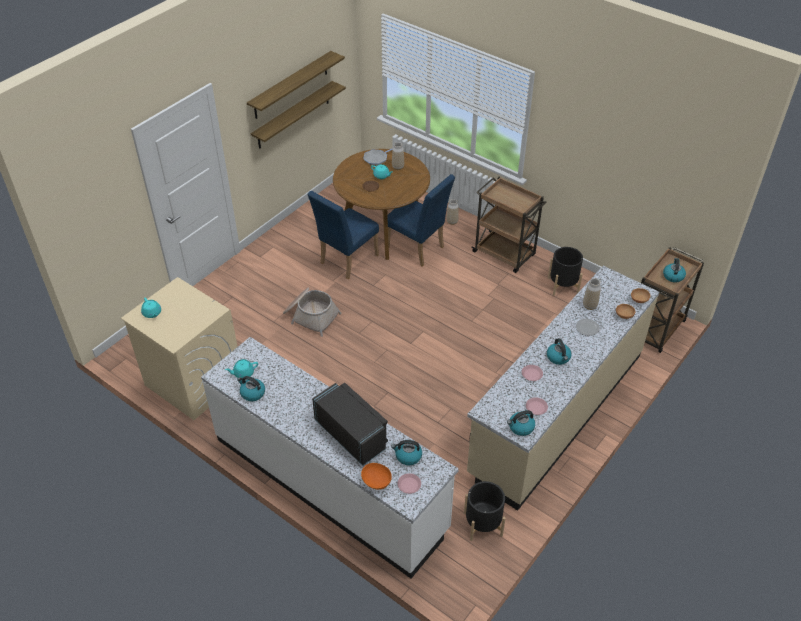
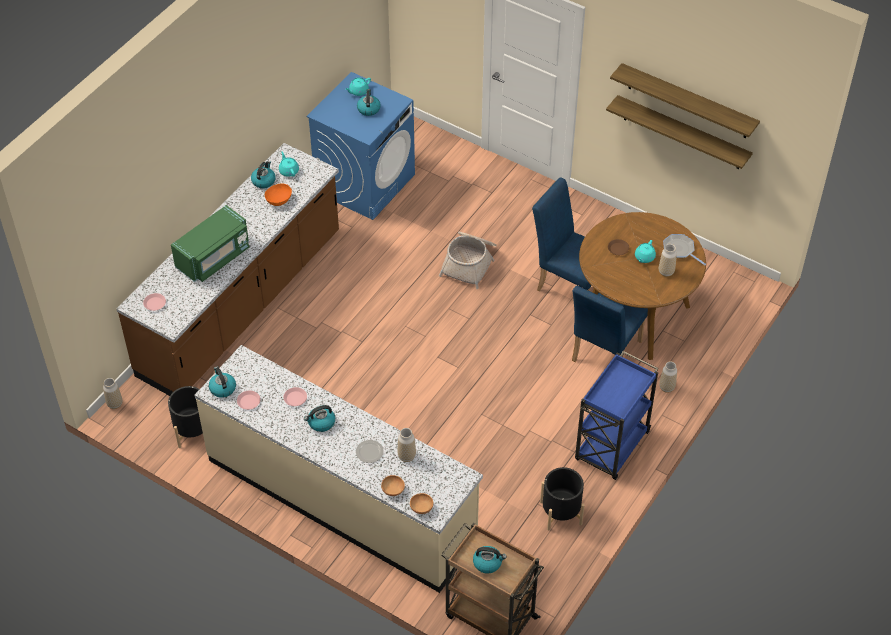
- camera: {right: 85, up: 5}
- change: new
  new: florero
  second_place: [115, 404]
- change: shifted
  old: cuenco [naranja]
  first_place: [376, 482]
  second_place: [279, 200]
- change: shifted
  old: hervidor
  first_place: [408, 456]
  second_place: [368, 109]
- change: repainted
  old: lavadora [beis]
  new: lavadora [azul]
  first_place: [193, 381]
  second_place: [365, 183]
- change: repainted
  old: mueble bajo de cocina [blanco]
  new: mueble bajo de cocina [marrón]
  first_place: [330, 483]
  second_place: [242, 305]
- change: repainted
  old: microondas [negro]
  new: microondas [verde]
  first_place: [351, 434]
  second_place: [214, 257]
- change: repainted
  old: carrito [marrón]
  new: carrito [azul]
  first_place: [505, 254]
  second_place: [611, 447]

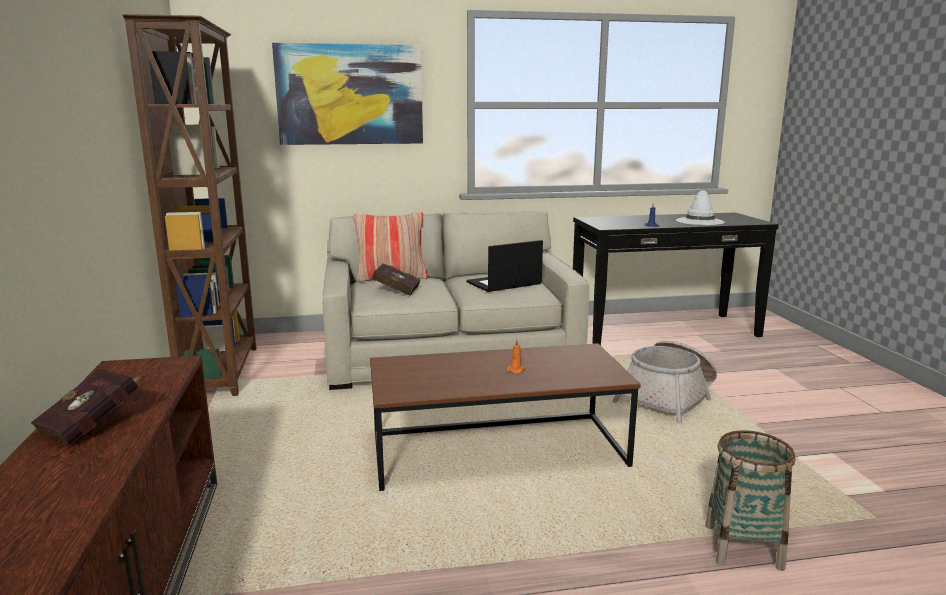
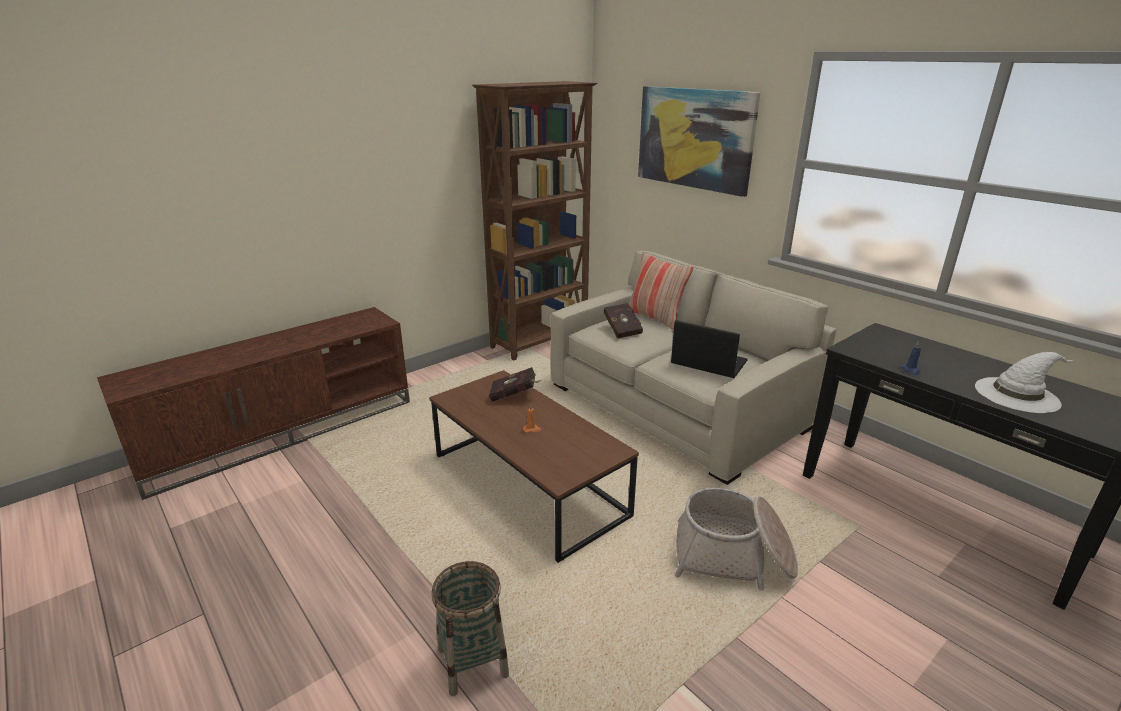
- camera: {right: 60, up: 10}
- change: shifted
  old: libro [rojo]
  first_place: [95, 425]
  second_place: [515, 396]

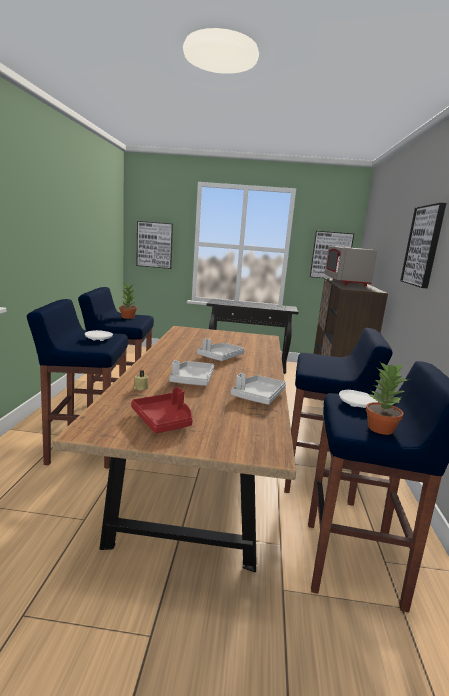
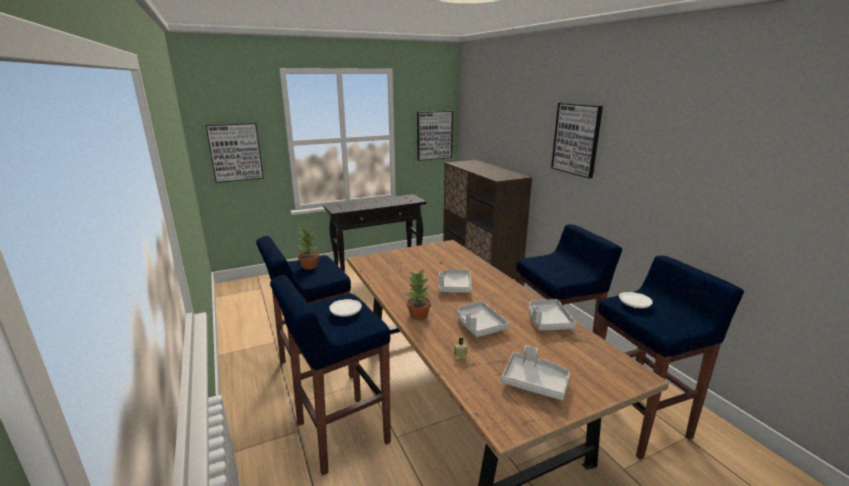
- camera: {right: -30, up: 5}
- change: gone
  old: microondas [gris]
  first_place: [345, 282]
- change: shifted
  old: planta en maceta
  first_place: [379, 428]
  second_place: [418, 315]
- change: repainted
  old: bandeja [rojo]
  new: bandeja [gris]
  first_place: [164, 420]
  second_place: [534, 382]

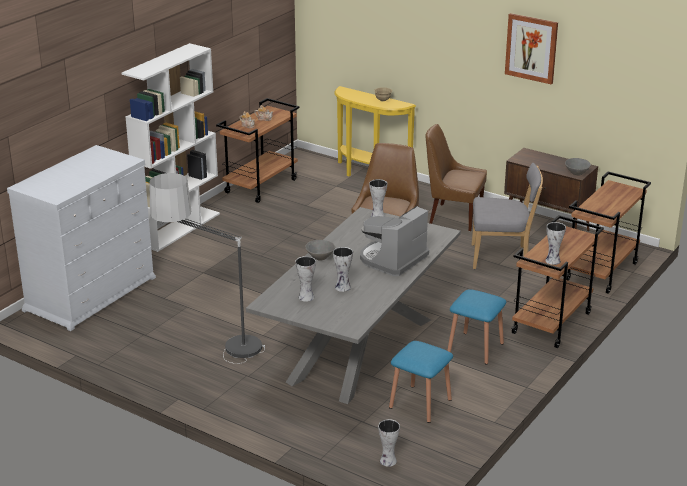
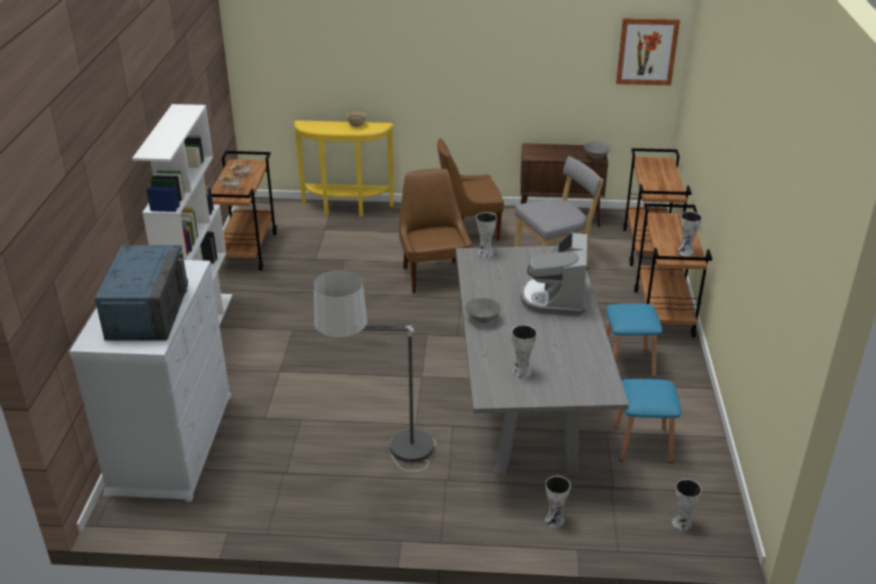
- camera: {right: -30, up: 5}
- change: new
  new: microondas [azul]
  second_place: [147, 311]
- change: shifted
  old: florero
  first_place: [343, 287]
  second_place: [555, 520]
- change: shifted
  old: cuadro
  first_place: [531, 48]
  second_place: [647, 51]

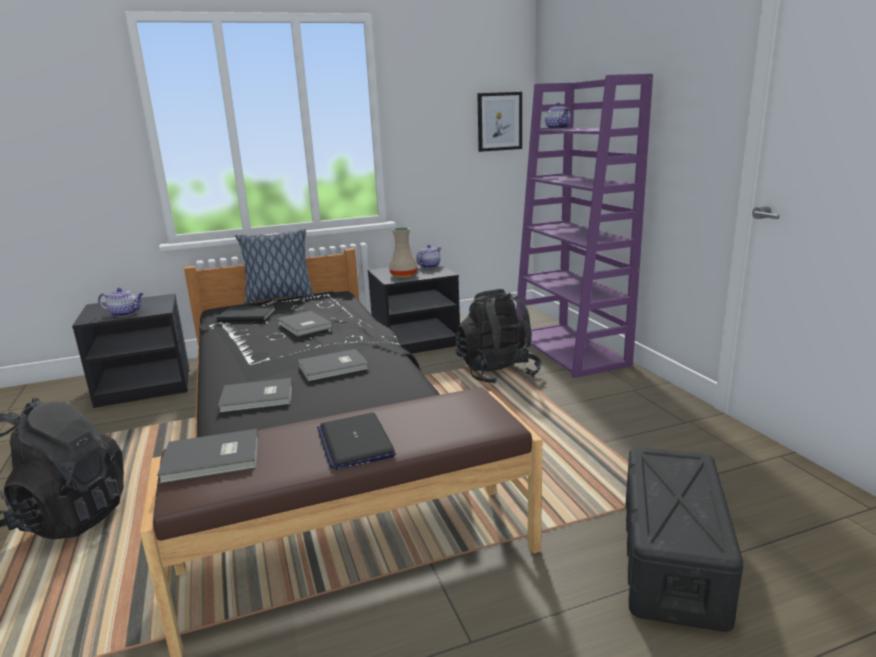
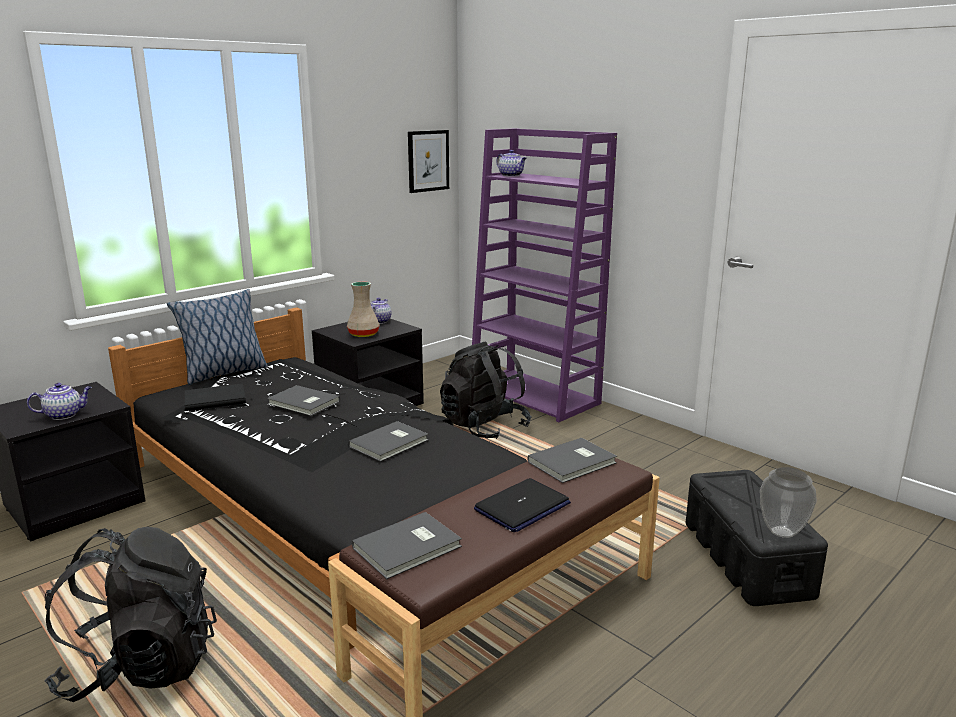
- camera: {right: -25, up: 0}
- change: new
  new: florero
  second_place: [782, 531]
- change: shifted
  old: libro [gris]
  first_place: [258, 398]
  second_place: [574, 463]
- change: rotated
  old: portátil
  first_place: [355, 442]
  second_place: [522, 507]
  degrees: -90

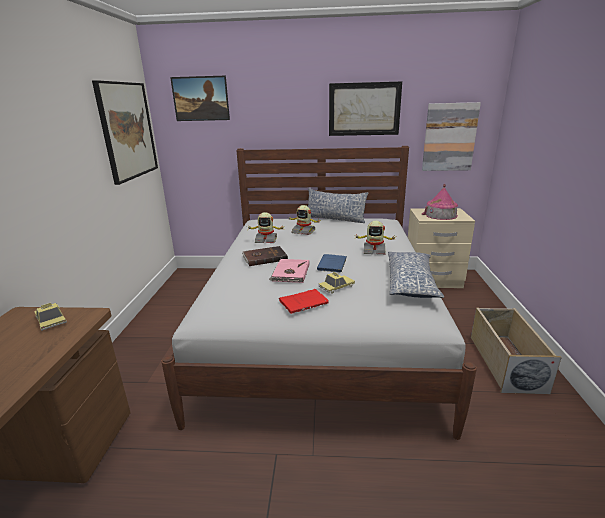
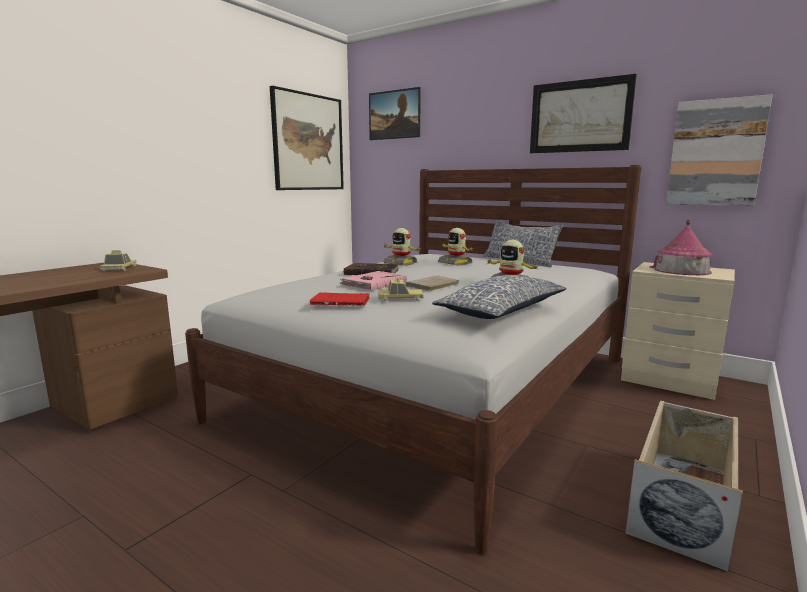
- camera: {right: 30, up: -10}
- change: repainted
  old: libro [azul]
  new: libro [beis]
  first_place: [332, 265]
  second_place: [431, 285]

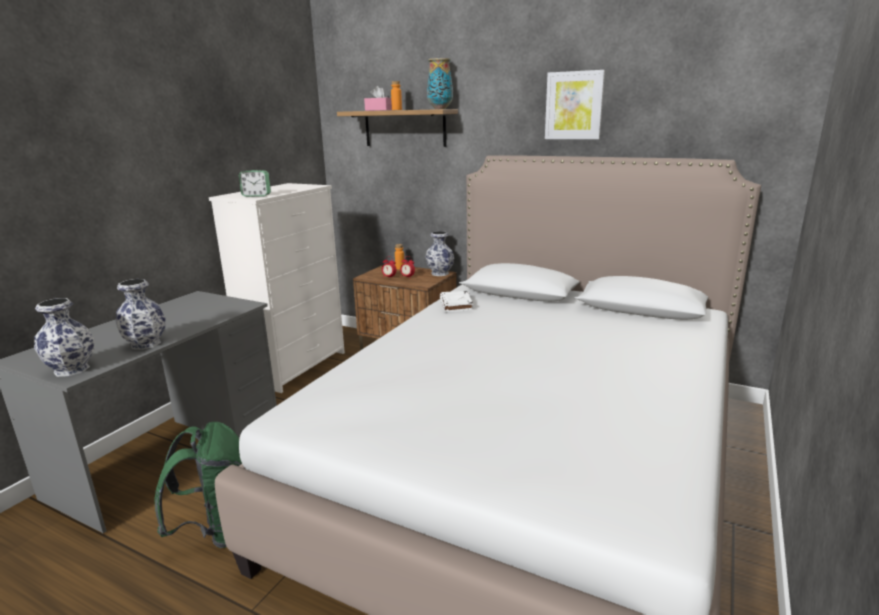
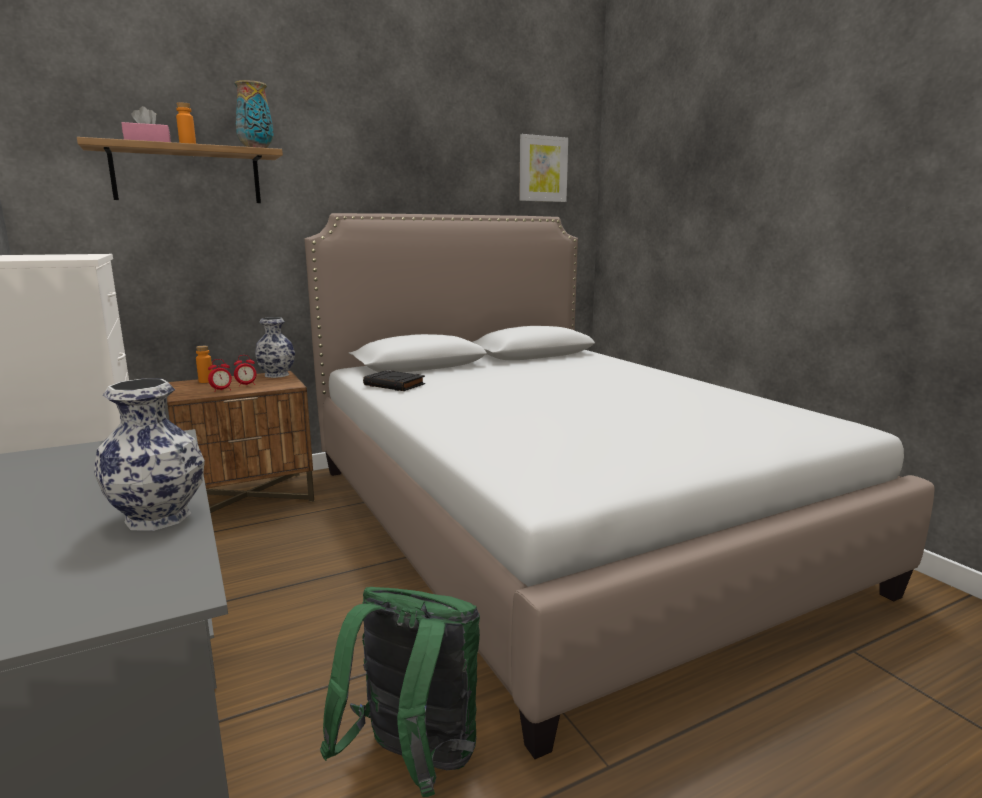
- camera: {right: -55, up: -5}
- change: gone
  old: florero
  first_place: [73, 369]
- change: gone
  old: despertador
  first_place: [256, 195]
- change: shifted
  old: cuadro
  first_place: [574, 105]
  second_place: [542, 169]
- change: repainted
  old: libro [blanco]
  new: libro [negro]
  first_place: [456, 305]
  second_place: [395, 385]

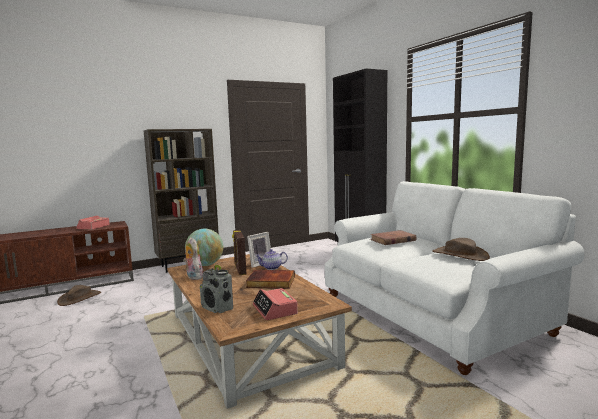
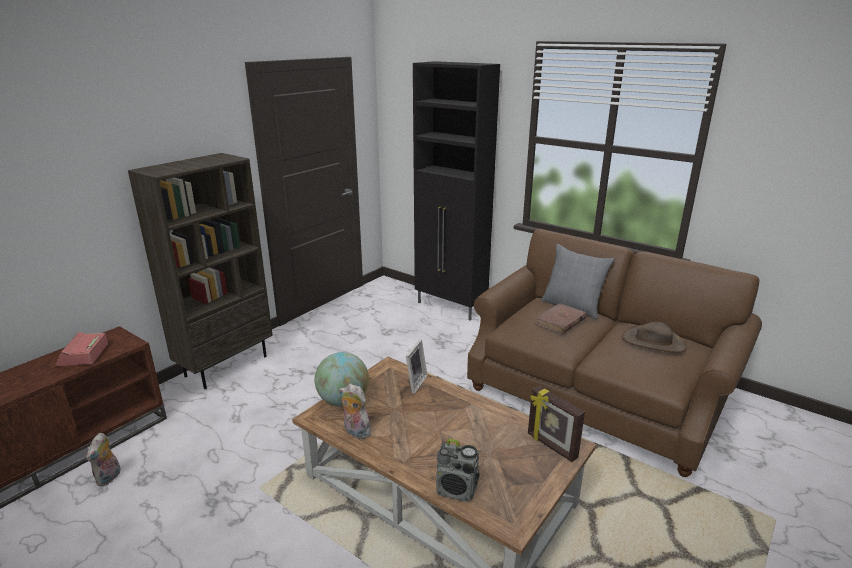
- camera: {right: -25, up: 15}
- change: gone
  old: libro
  first_place: [270, 282]
- change: gone
  old: despertador
  first_place: [275, 310]
- change: gone
  old: tetera
  first_place: [271, 268]
- change: new
  new: cojín [gris]
  second_place: [572, 306]
- change: shifted
  old: portarretratos
  first_place: [240, 270]
  second_place: [551, 446]
- change: swapped
  old: sombrero [marrón]
  new: peluche
  first_place: [80, 298]
  second_place: [109, 478]
- change: repainted
  old: sofá [blanco]
  new: sofá [marrón]
  first_place: [430, 313]
  second_place: [597, 394]

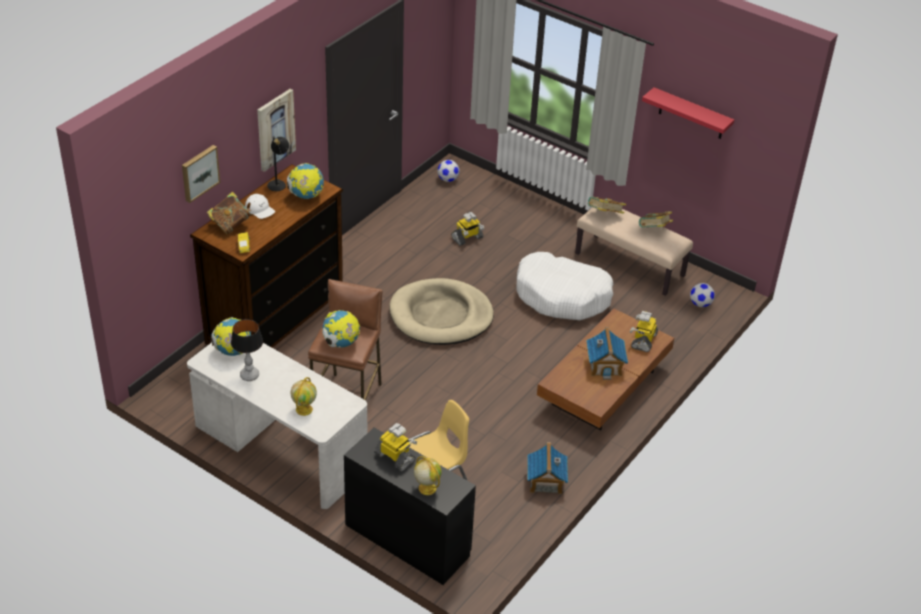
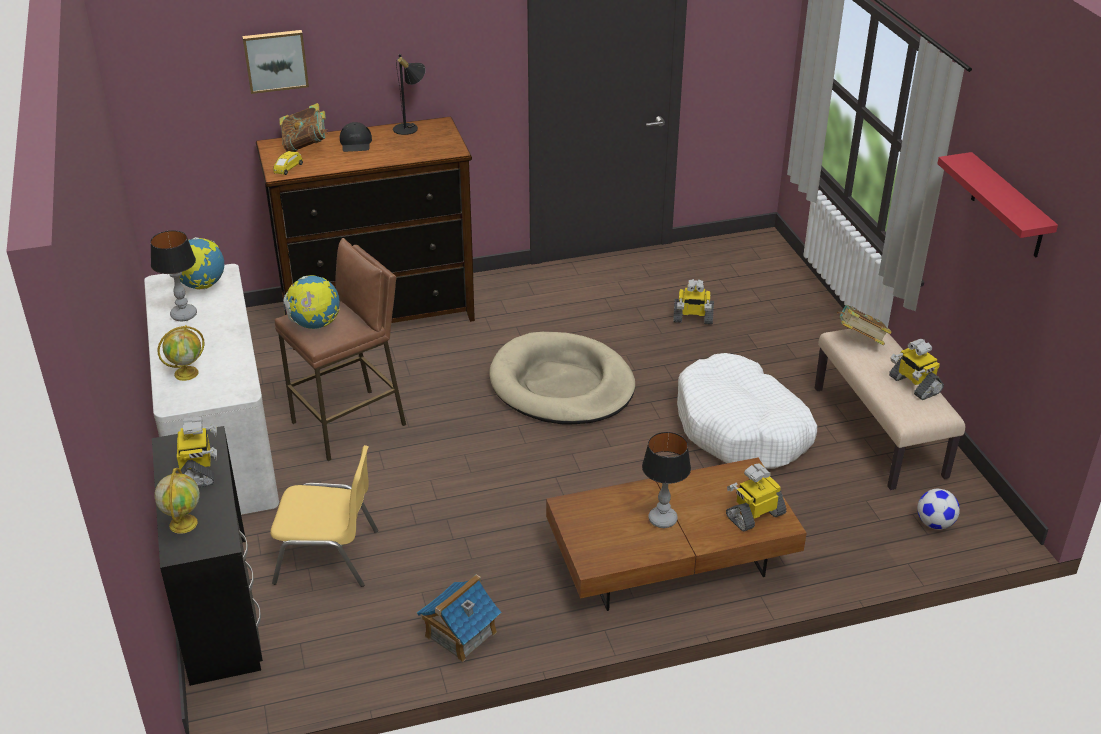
- camera: {right: 40, up: -5}
- change: gone
  old: cuadro
  first_place: [275, 129]
- change: gone
  old: globo terráqueo
  first_place: [306, 196]
- change: gone
  old: balón de fútbol
  first_place: [448, 179]
- change: swapped
  old: casita
  new: lámpara de mesa
  first_place: [605, 365]
  second_place: [663, 519]
- change: swapped
  old: libro
  new: robot de juguete
  first_place: [654, 230]
  second_place: [913, 385]
- change: repainted
  old: gorra [blanco]
  new: gorra [negro]
  first_place: [260, 209]
  second_place: [356, 143]

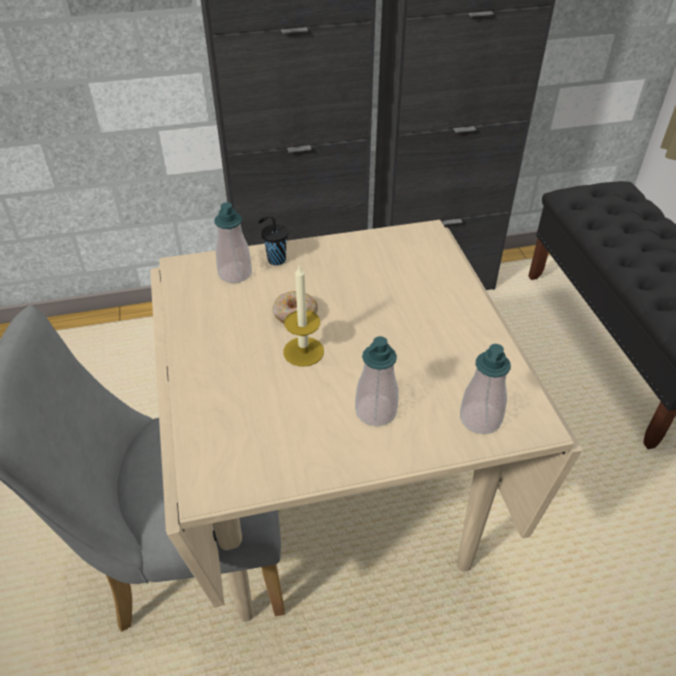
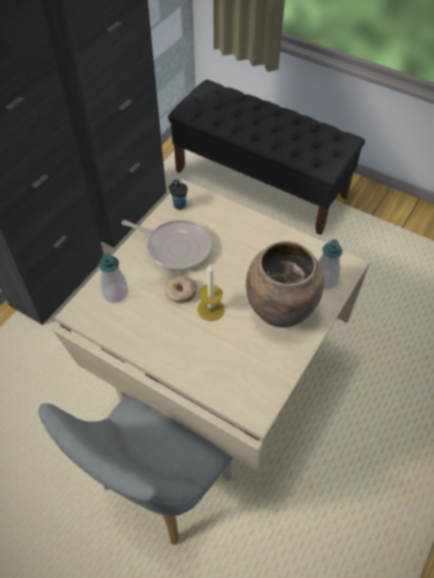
- camera: {right: -45, up: 10}
- change: new
  new: sartén
  second_place: [176, 247]
- change: shifted
  old: taza [negro]
  first_place: [275, 260]
  second_place: [179, 206]
- change: swapped
  old: dispensador de jabón
  new: florero [marrón]
  first_place: [376, 411]
  second_place: [280, 312]

